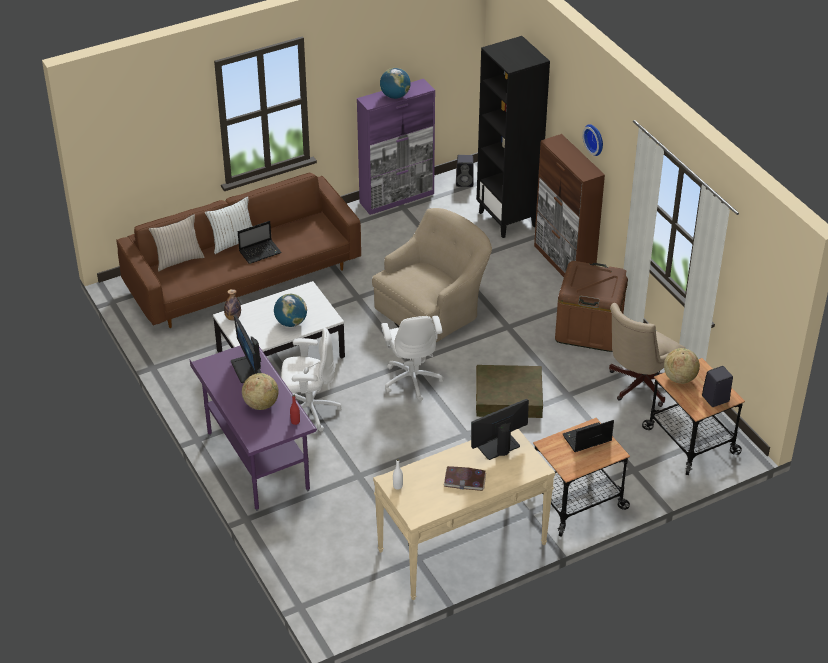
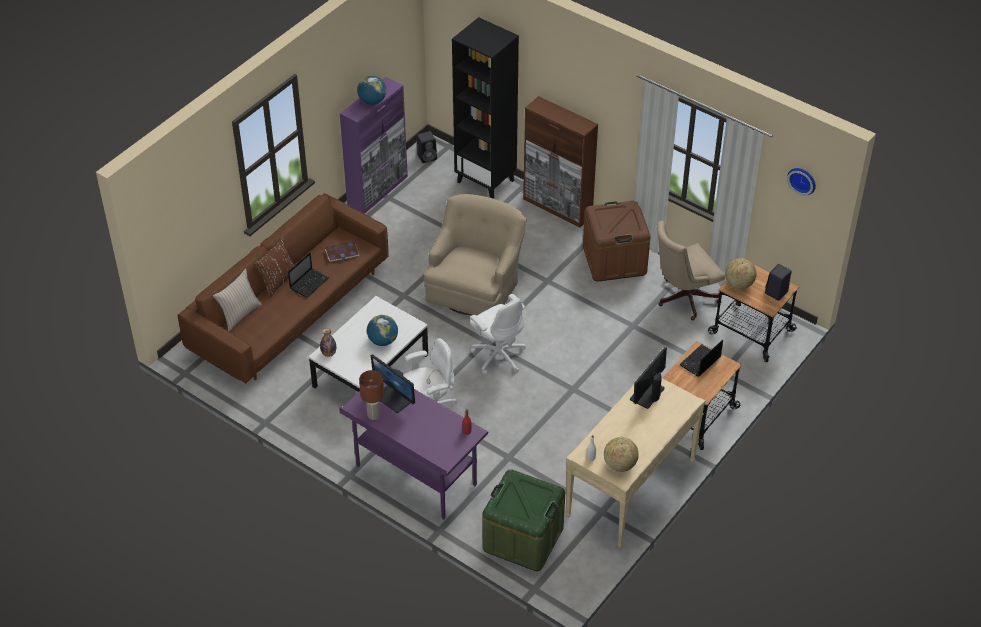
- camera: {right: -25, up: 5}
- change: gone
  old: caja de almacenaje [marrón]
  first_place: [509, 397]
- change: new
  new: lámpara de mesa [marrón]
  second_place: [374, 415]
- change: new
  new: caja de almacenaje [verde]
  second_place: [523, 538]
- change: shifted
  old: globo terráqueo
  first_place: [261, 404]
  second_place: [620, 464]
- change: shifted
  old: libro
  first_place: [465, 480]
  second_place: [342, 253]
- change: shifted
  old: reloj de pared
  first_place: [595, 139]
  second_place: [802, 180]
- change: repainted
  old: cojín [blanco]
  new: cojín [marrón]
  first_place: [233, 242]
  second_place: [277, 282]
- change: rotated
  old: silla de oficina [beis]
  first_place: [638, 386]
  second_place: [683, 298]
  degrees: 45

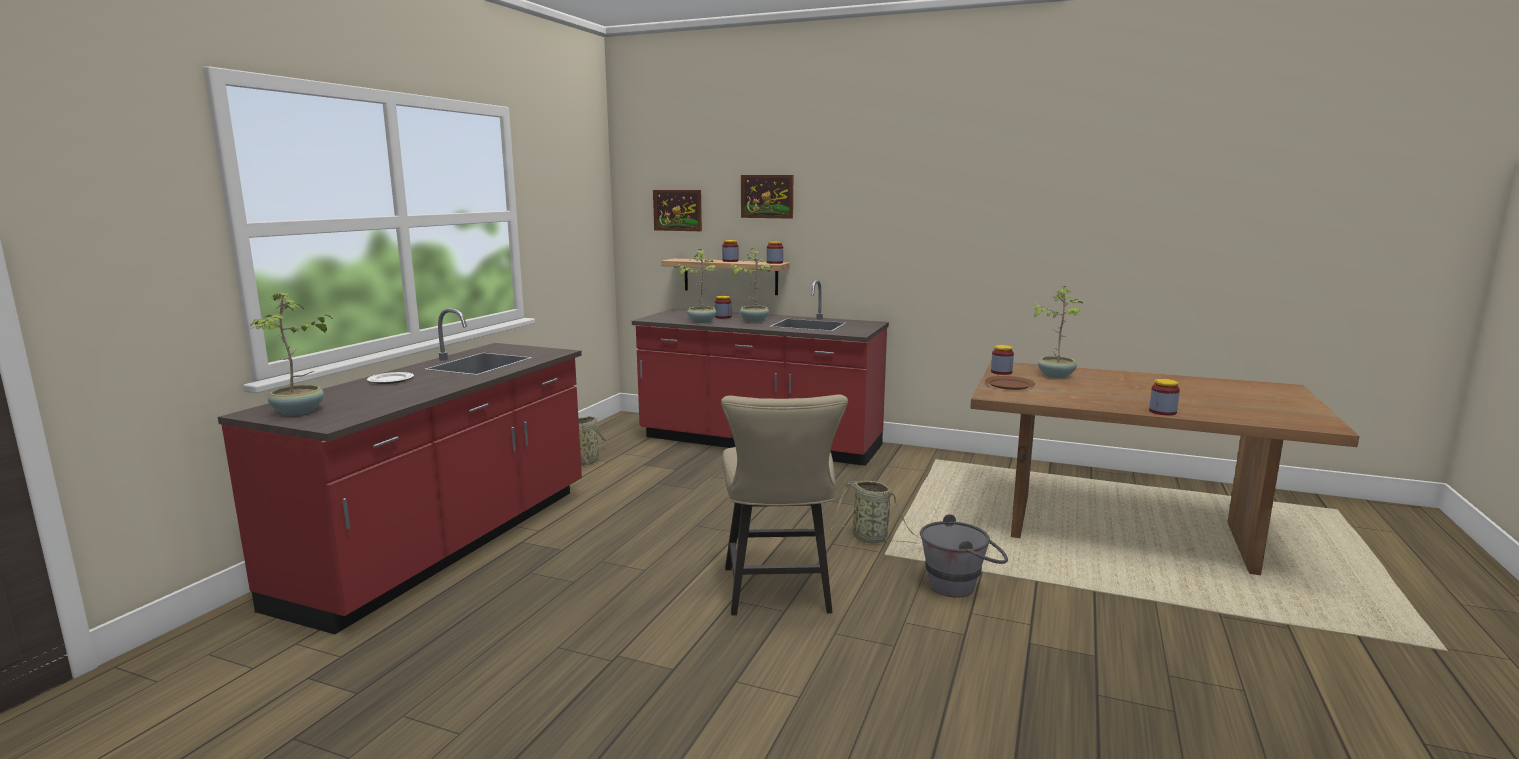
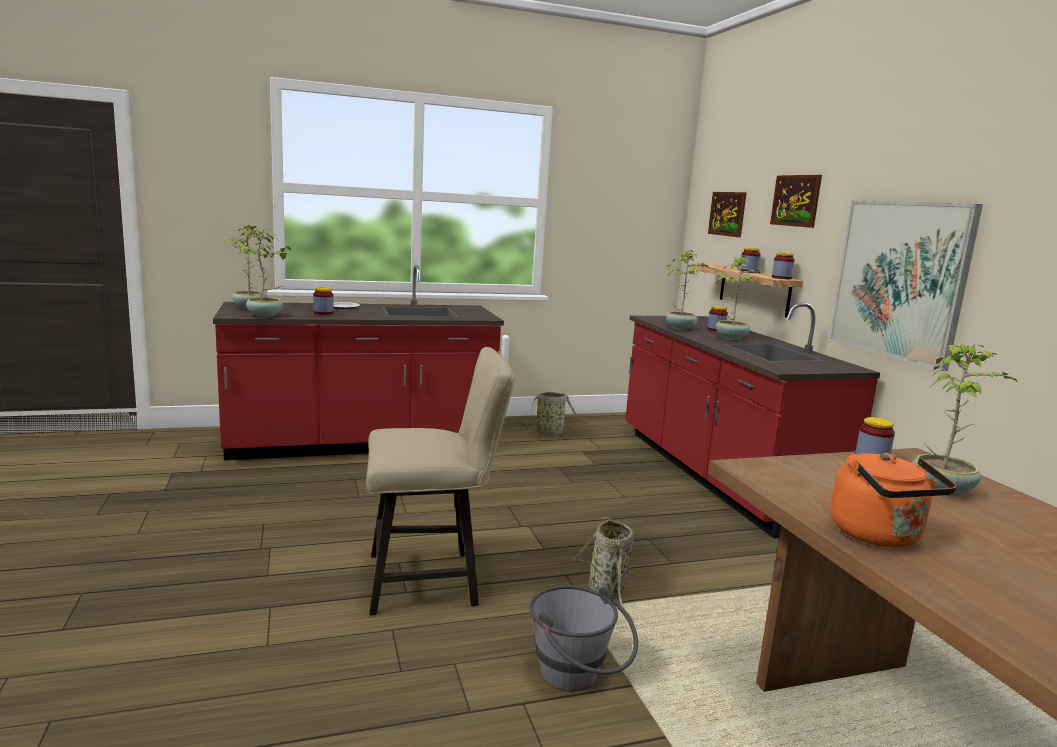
- camera: {right: 50, up: 0}
- change: gone
  old: plato [marrón]
  first_place: [1009, 385]
- change: new
  new: planta en maceta
  second_place: [265, 315]
- change: new
  new: cuadro
  second_place: [899, 279]
- change: new
  new: hervidor [naranja]
  second_place: [879, 536]
- change: shifted
  old: tarro
  first_place: [1162, 412]
  second_place: [323, 313]
- change: rotated
  old: silla [beis]
  first_place: [779, 594]
  second_place: [432, 580]
  degrees: -150

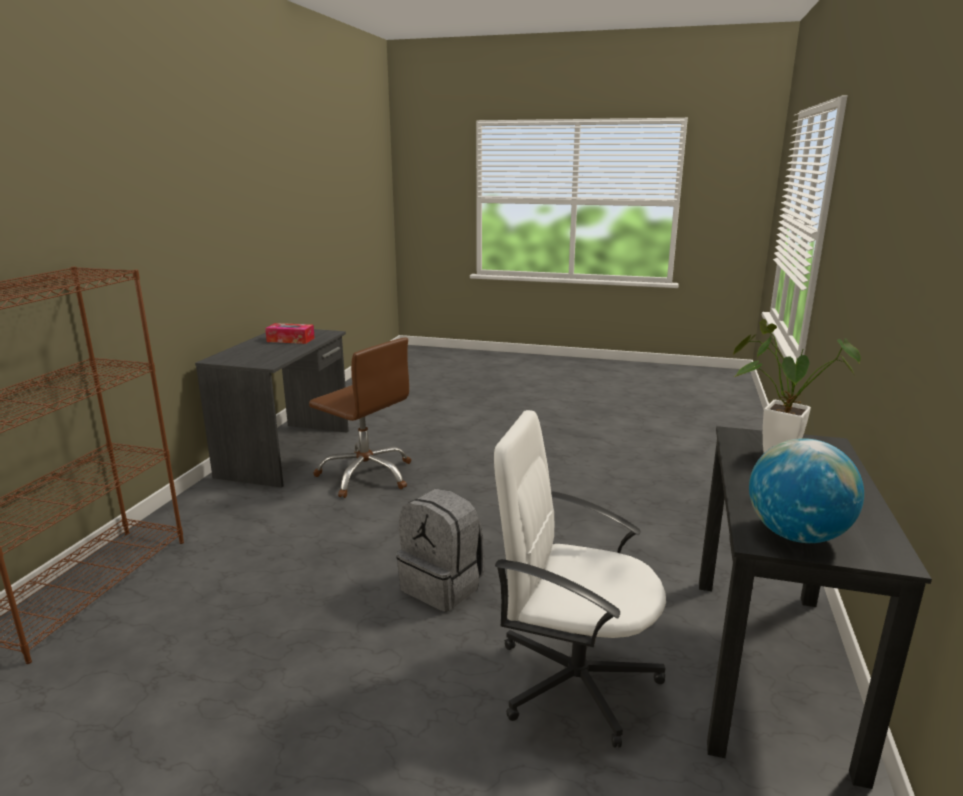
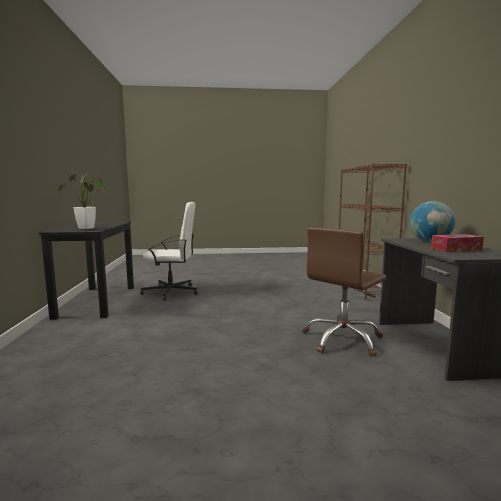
- camera: {right: 160, up: -10}
- change: gone
  old: mochila [gris]
  first_place: [443, 586]
- change: shifted
  old: globo terráqueo
  first_place: [796, 535]
  second_place: [430, 241]
- change: rotated
  old: silla de oficina [marrón]
  first_place: [366, 475]
  second_place: [342, 339]
  degrees: -60

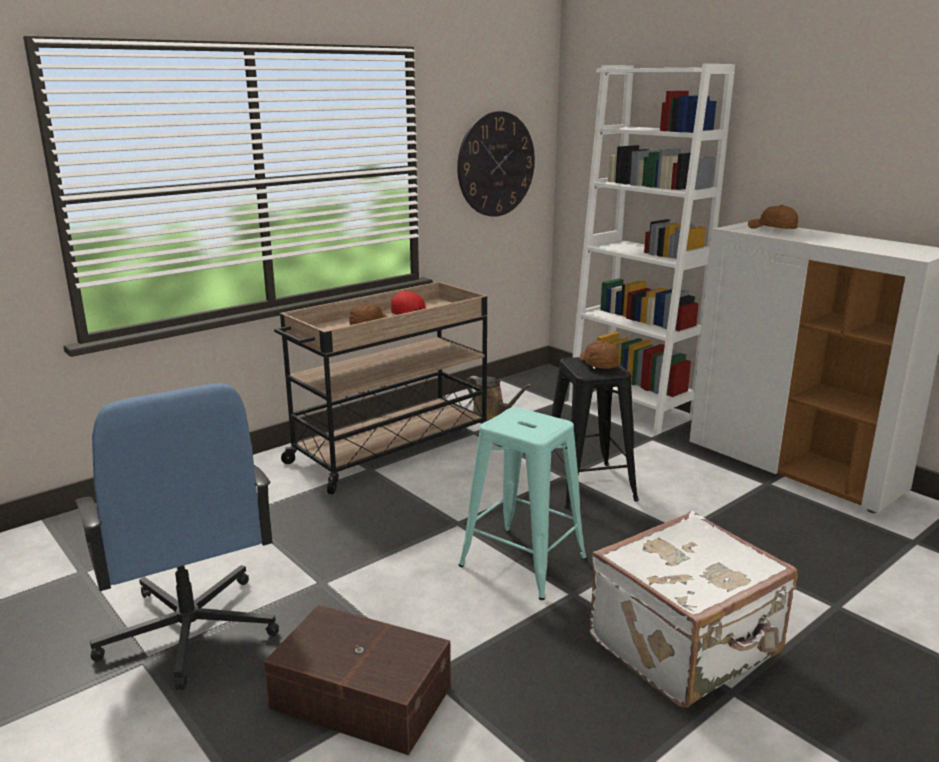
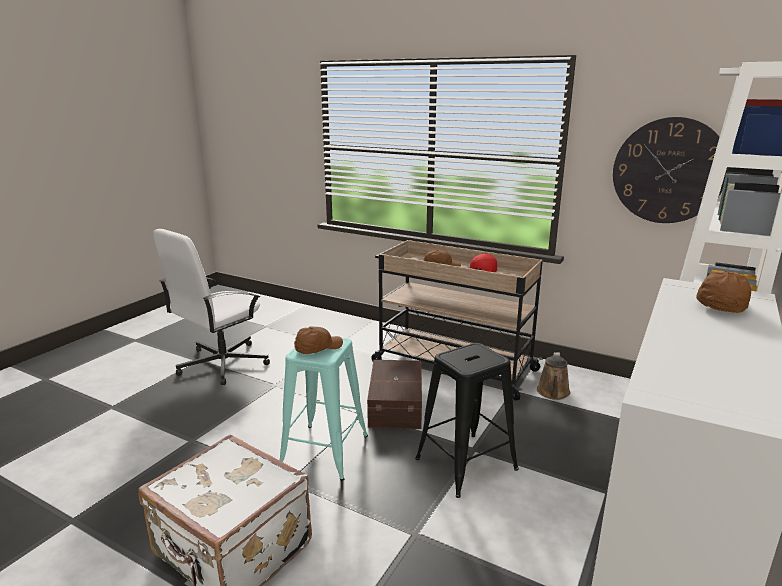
- camera: {right: 70, up: 0}
- change: shifted
  old: caja de almacenaje [marrón]
  first_place: [361, 695]
  second_place: [397, 405]
- change: shifted
  old: gorra [marrón]
  first_place: [597, 364]
  second_place: [317, 348]
- change: repainted
  old: silla de oficina [azul]
  new: silla de oficina [blanco]
  first_place: [189, 632]
  second_place: [222, 364]

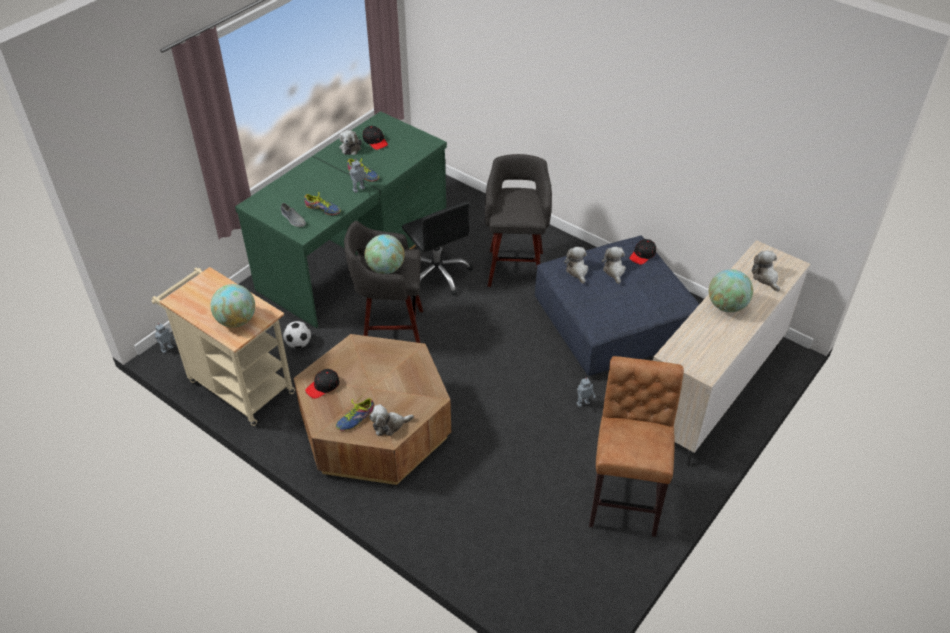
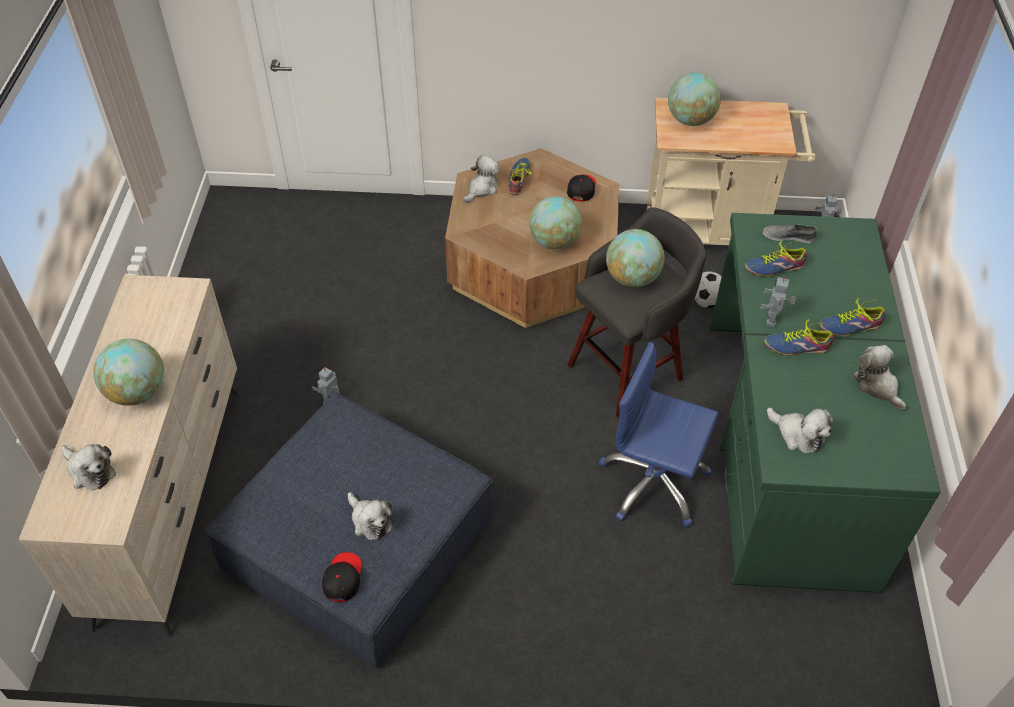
- camera: {right: 145, up: 5}
- change: gone
  old: gorra [negro]
  first_place: [375, 141]
- change: gone
  old: taburete [gris]
  first_place: [516, 267]
- change: gone
  old: taburete [marrón]
  first_place: [625, 497]
- change: new
  new: globo terráqueo
  second_place: [554, 241]
- change: new
  new: zapato
  second_place: [850, 326]
- change: shifted
  old: peluche
  first_place: [577, 271]
  second_place: [798, 435]
- change: repainted
  old: silla de oficina [negro]
  new: silla de oficina [azul]
  first_place: [437, 274]
  second_place: [653, 483]

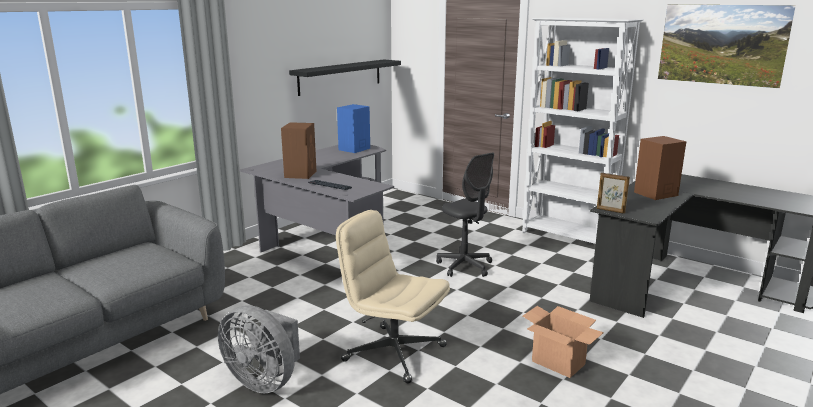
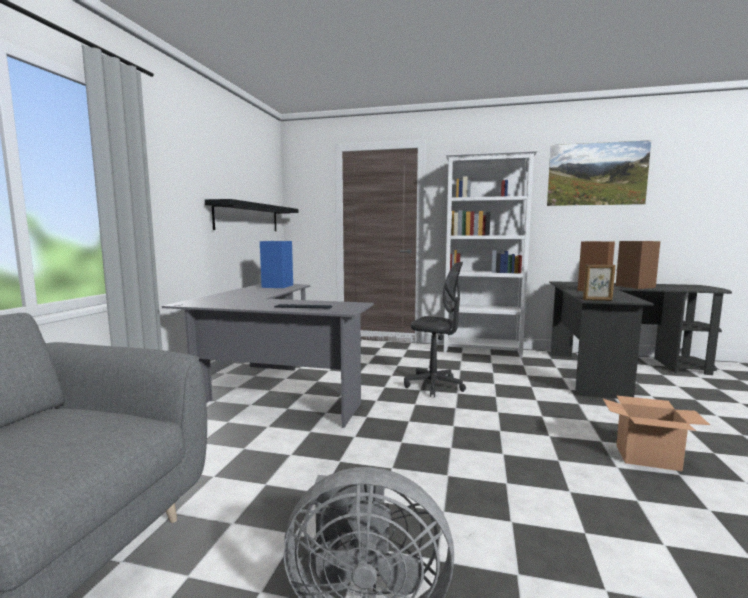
- camera: {right: -25, up: -10}
- change: gone
  old: silla de oficina [beis]
  first_place: [393, 353]
- change: shifted
  old: altavoz [marrón]
  first_place: [300, 174]
  second_place: [634, 286]

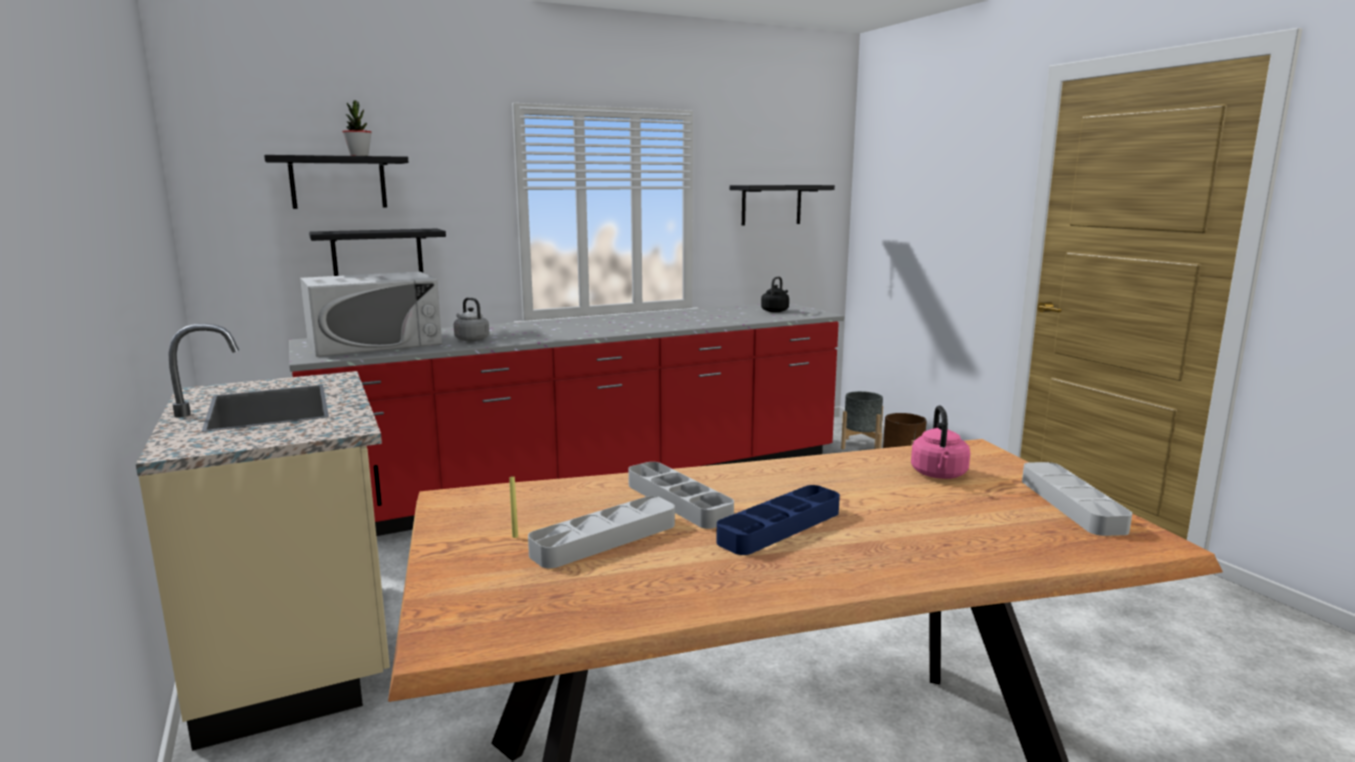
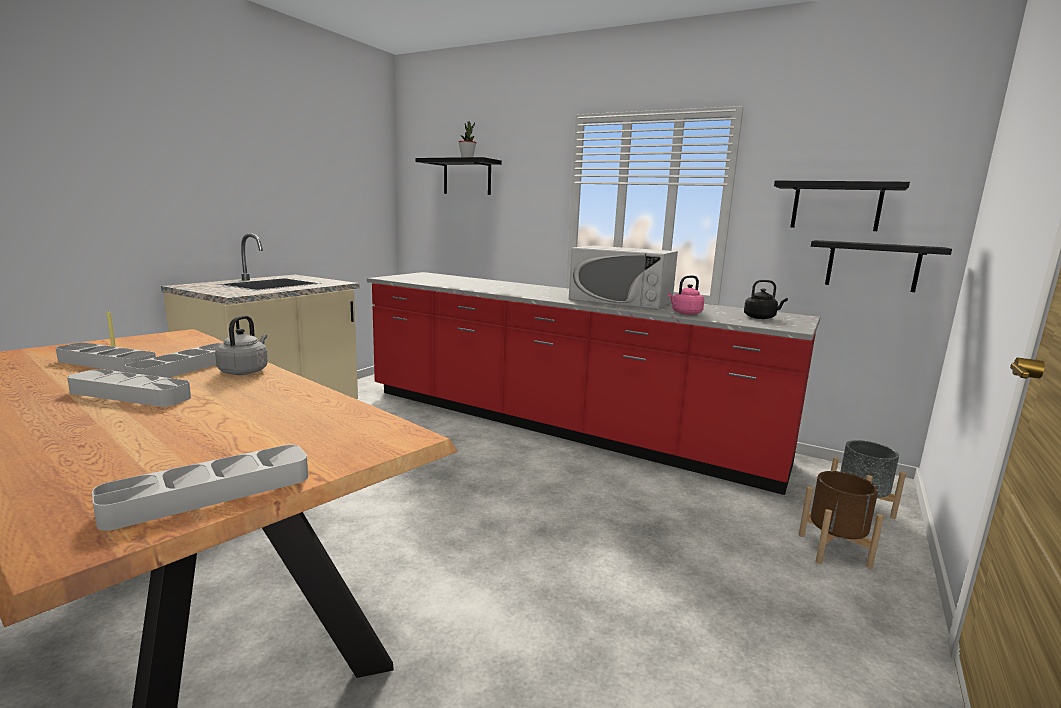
- camera: {right: 55, up: 0}
- change: shifted
  old: microondas [blanco]
  first_place: [375, 343]
  second_place: [621, 300]
- change: shifted
  old: estante [negro]
  first_place: [377, 254]
  second_place: [872, 266]
- change: shifted
  old: hervidor [gris]
  first_place: [471, 339]
  second_place: [245, 371]
- change: shifted
  old: hervidor [rosa]
  first_place: [939, 475]
  second_place: [685, 313]
- change: repainted
  old: bandeja [azul]
  new: bandeja [gris]
  first_place: [780, 526]
  second_place: [130, 394]

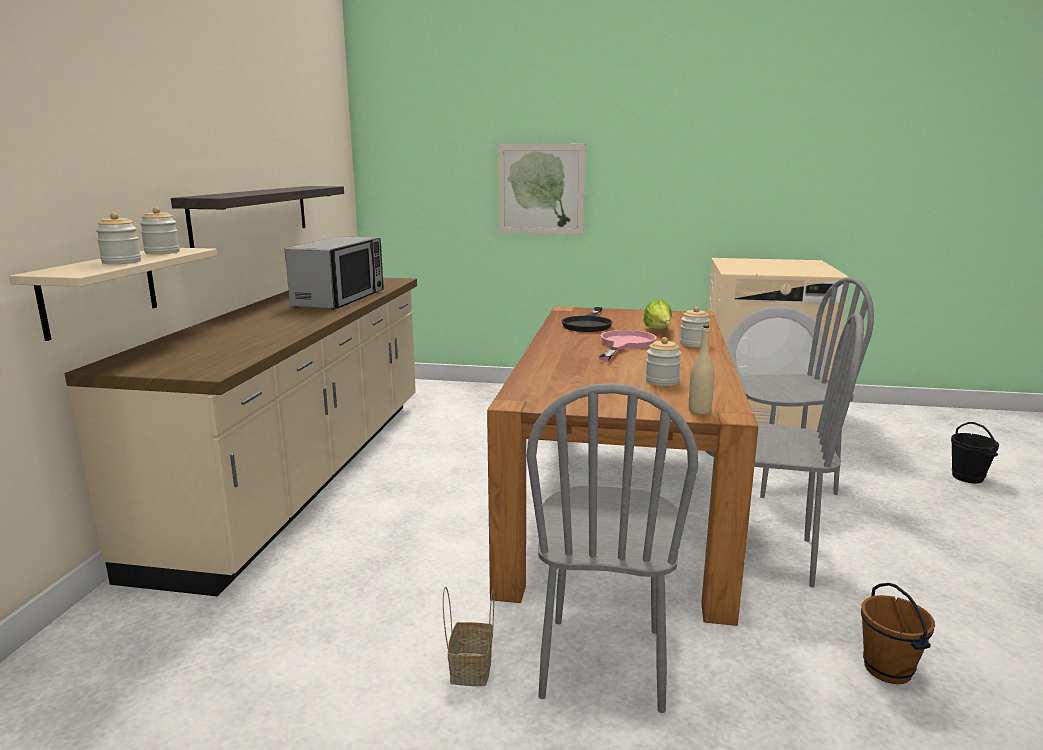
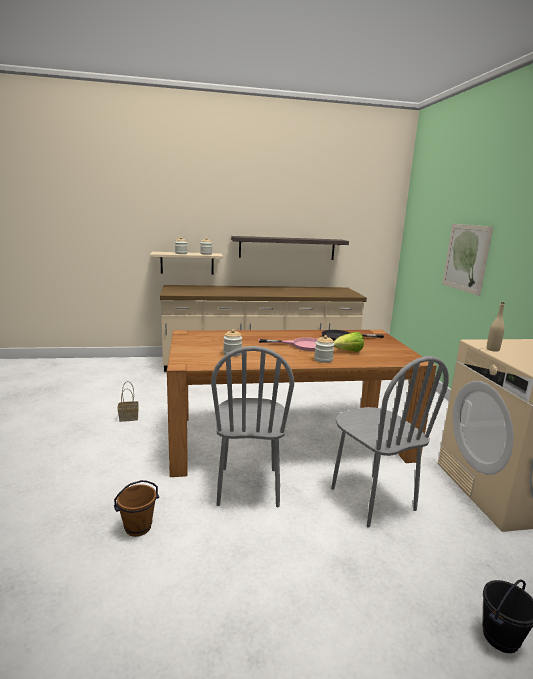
- camera: {right: 70, up: 0}
- change: gone
  old: microondas
  first_place: [340, 299]
- change: gone
  old: silla [gris]
  first_place: [603, 662]
- change: shifted
  old: botella [beis]
  first_place: [699, 411]
  second_place: [492, 349]

